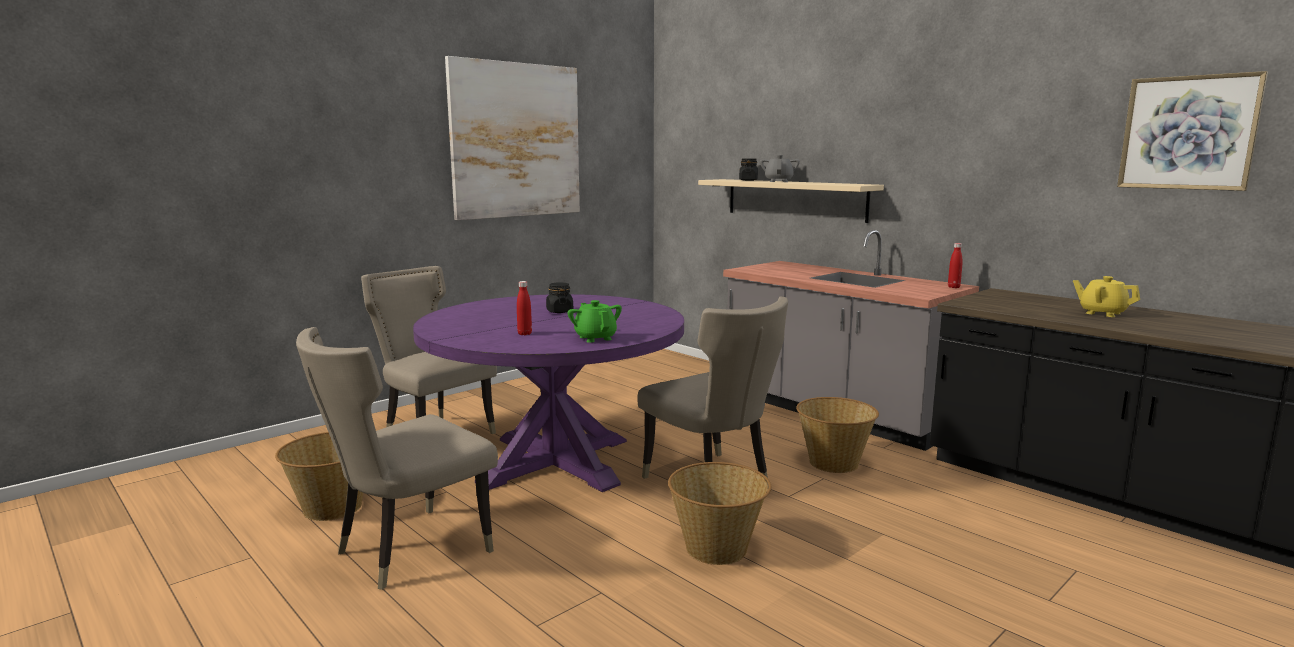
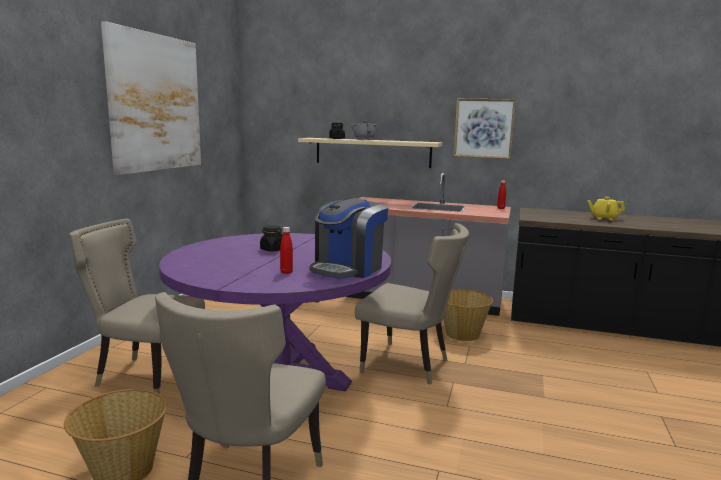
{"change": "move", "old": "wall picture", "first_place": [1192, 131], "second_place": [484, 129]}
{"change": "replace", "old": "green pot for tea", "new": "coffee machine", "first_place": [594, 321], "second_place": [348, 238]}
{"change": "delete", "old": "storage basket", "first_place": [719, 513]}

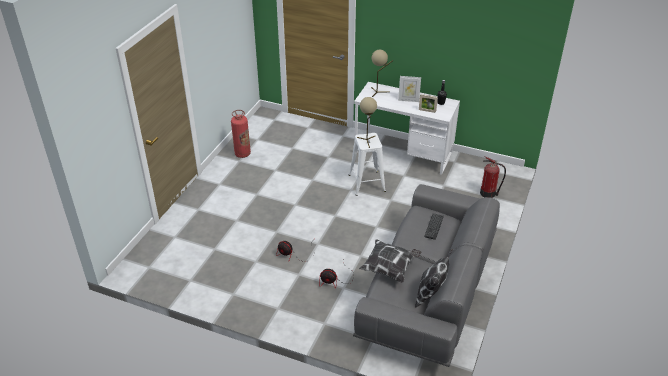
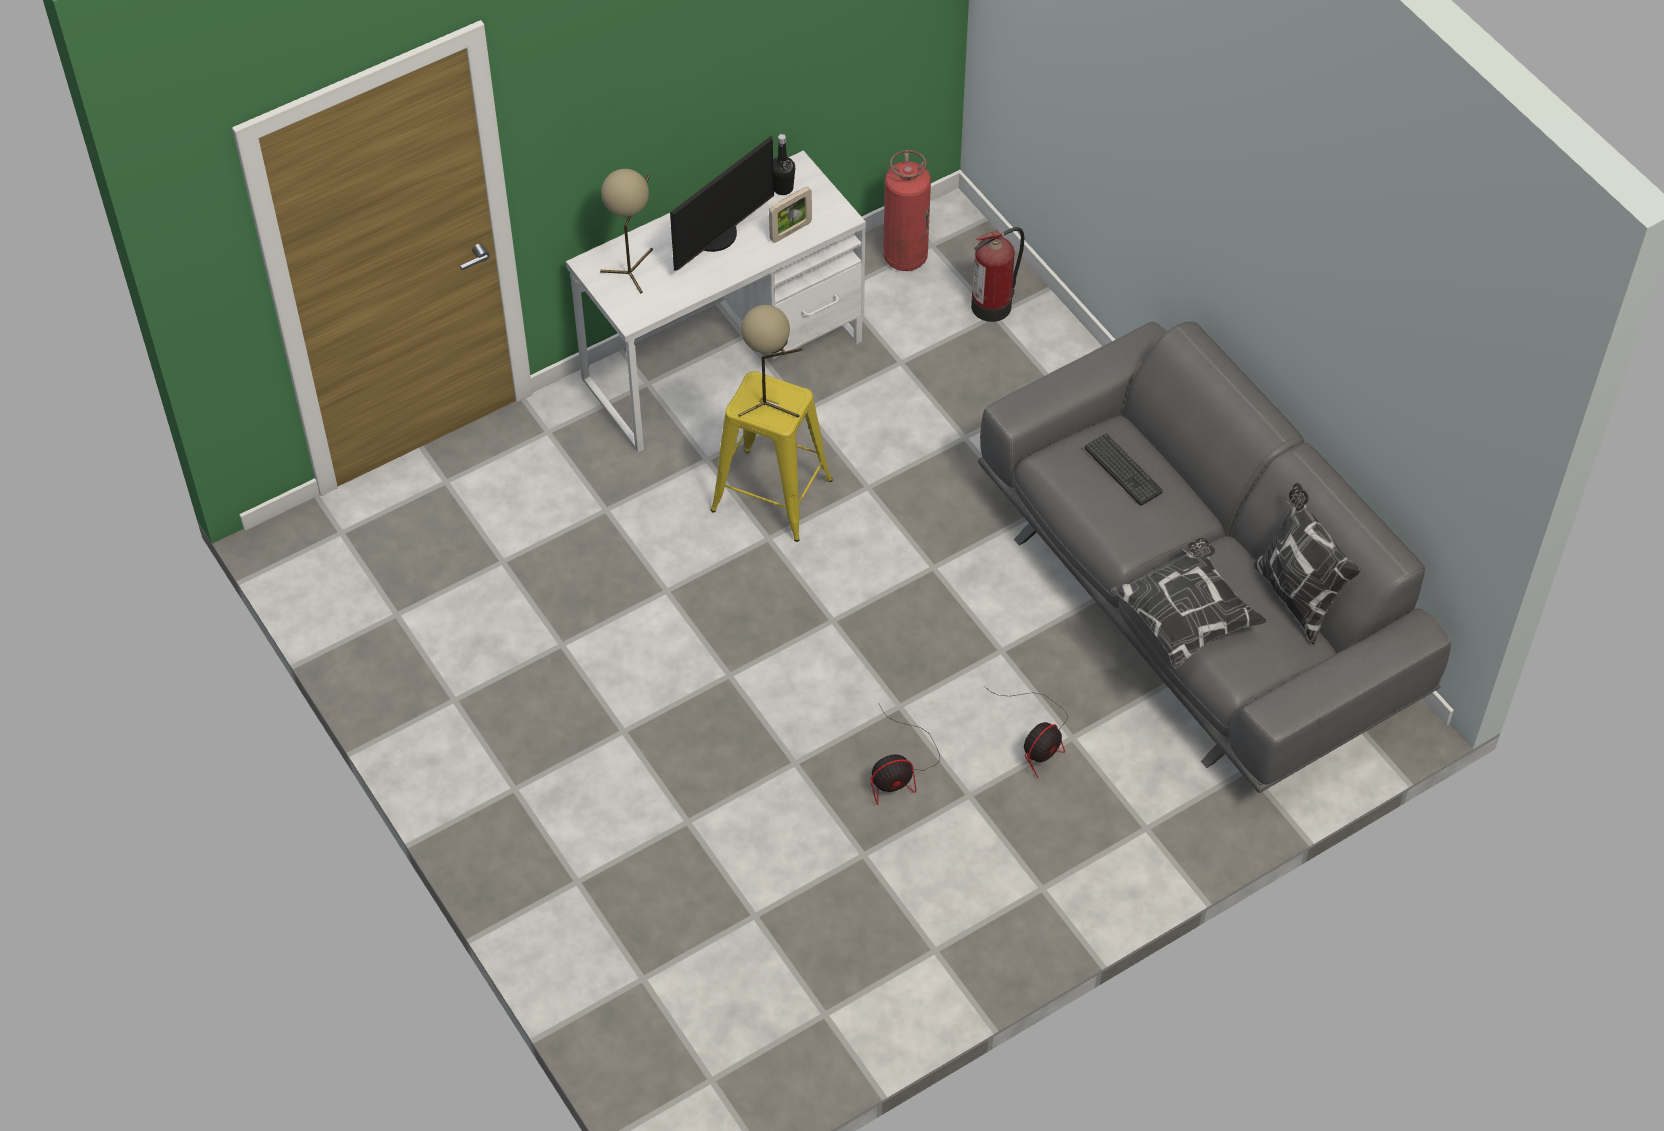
{"change": "replace", "old": "standing frame", "new": "computer screen", "first_place": [409, 89], "second_place": [722, 202]}
{"change": "move", "old": "fire-fighting cylinder", "first_place": [241, 134], "second_place": [907, 210]}
{"change": "recolor", "old": "white sitting stool", "new": "yellow-coloured sitting stool", "first_place": [367, 164], "second_place": [771, 456]}

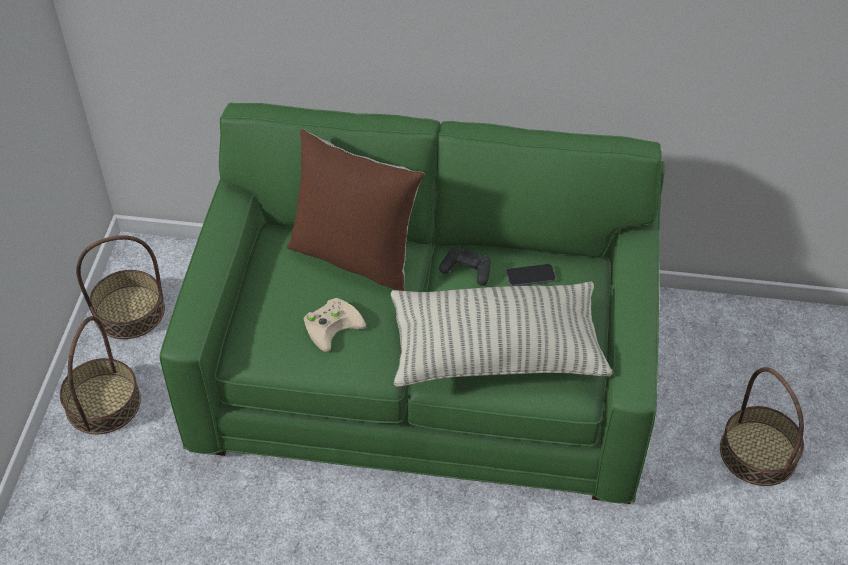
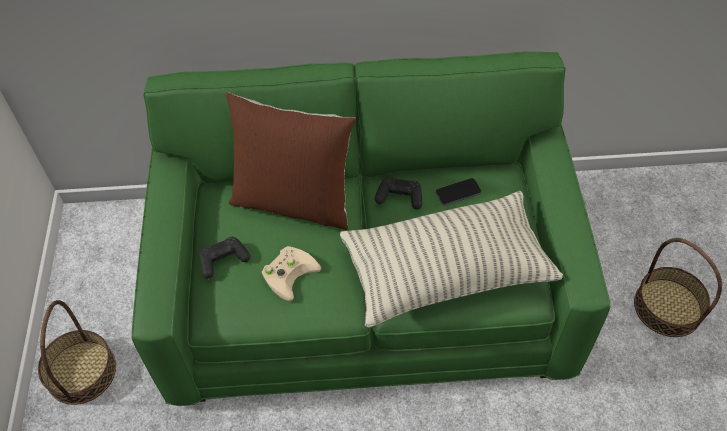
{"change": "delete", "old": "storage basket", "first_place": [120, 287]}
{"change": "insert", "new": "black gamepad", "second_place": [224, 257]}

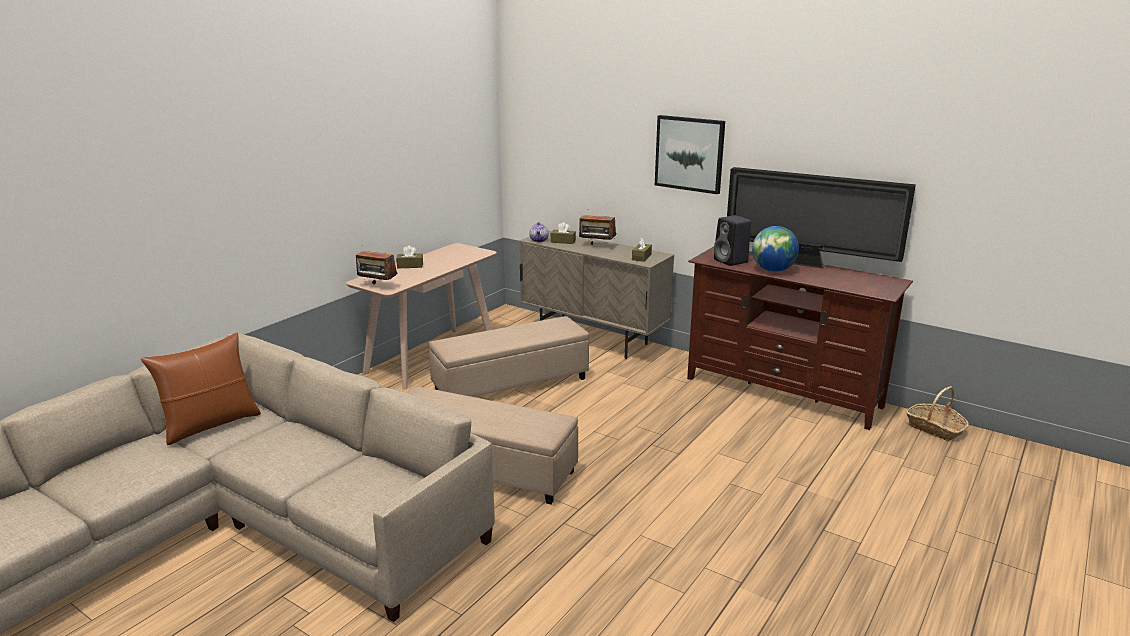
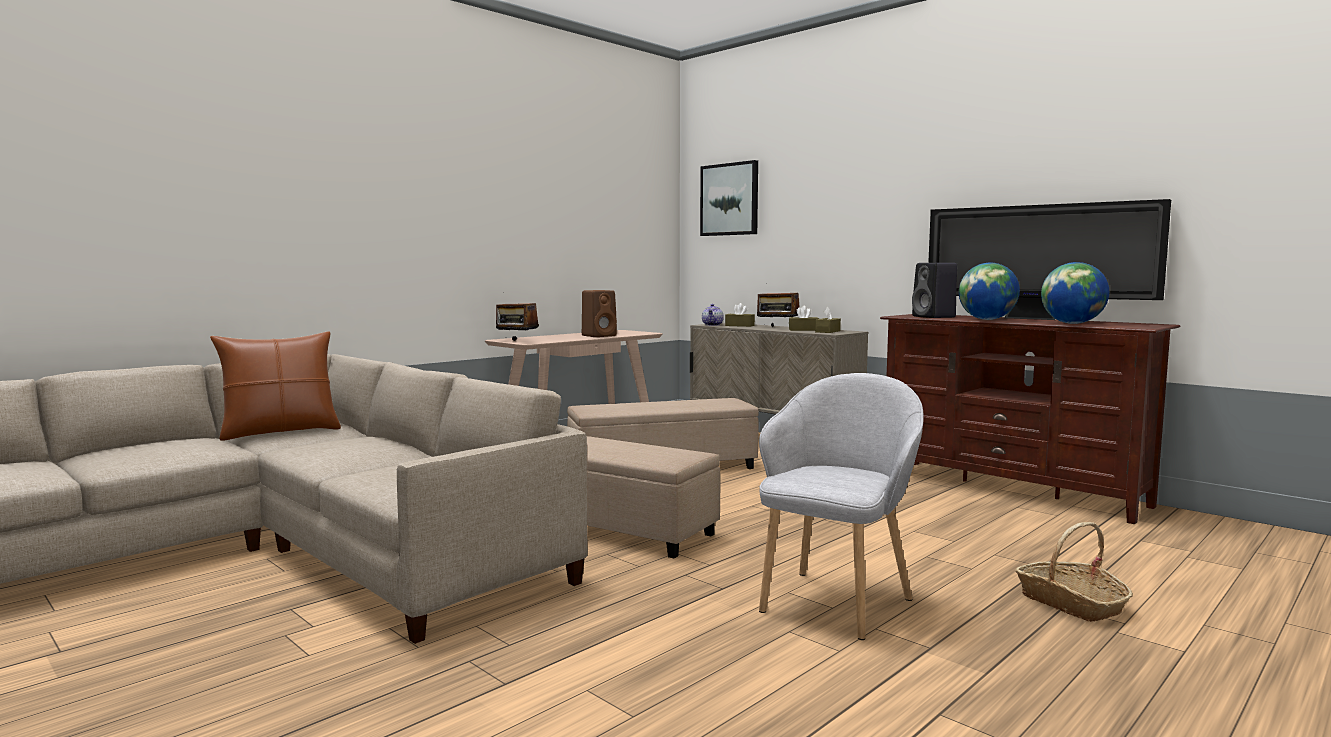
{"change": "move", "old": "wall picture", "first_place": [690, 154], "second_place": [729, 198]}
{"change": "move", "old": "brown tissue box", "first_place": [409, 256], "second_place": [804, 318]}
{"change": "move", "old": "storage basket", "first_place": [937, 413], "second_place": [1074, 572]}
{"change": "insert", "new": "desk globe", "second_place": [1075, 293]}
{"change": "insert", "new": "brown speaker", "second_place": [599, 313]}
{"change": "insert", "new": "greyish easy chair", "second_place": [841, 506]}

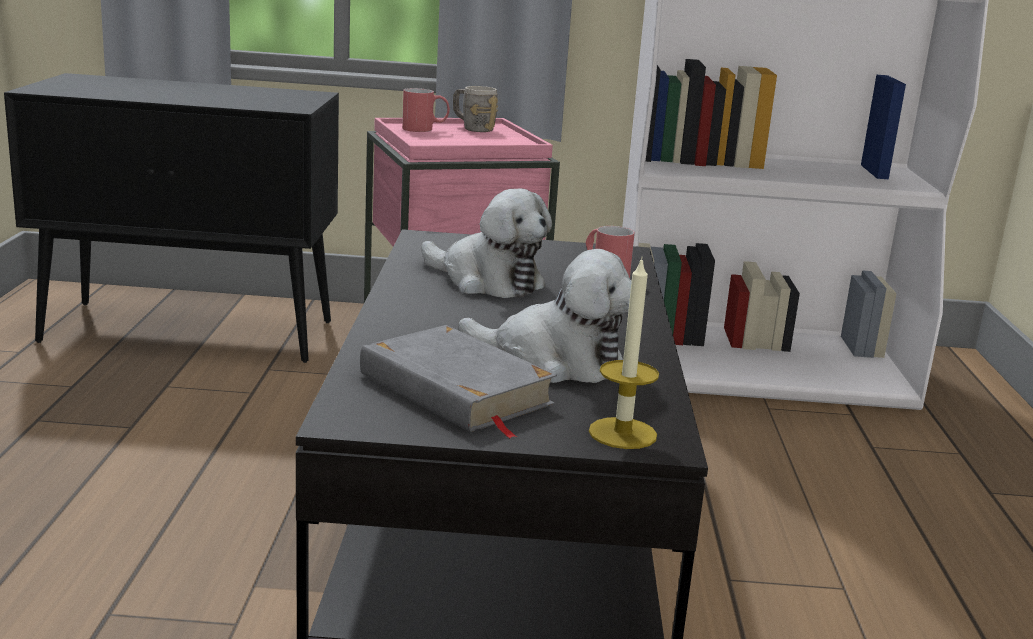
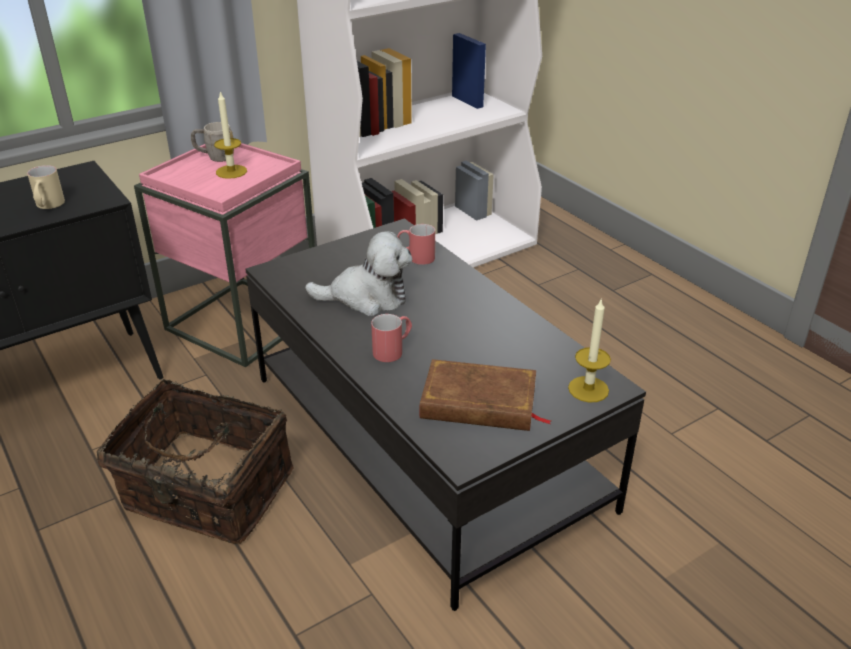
{"change": "move", "old": "reddish tea mug", "first_place": [426, 110], "second_place": [391, 338]}
{"change": "delete", "old": "plush toy", "first_place": [545, 316]}
{"change": "recolor", "old": "greyish volume", "new": "brown volume", "first_place": [458, 382], "second_place": [485, 395]}
{"change": "insert", "new": "wax light", "second_place": [230, 135]}
{"change": "insert", "new": "beige-coloured tea mug", "second_place": [46, 187]}
{"change": "insert", "new": "storage basket", "second_place": [195, 461]}

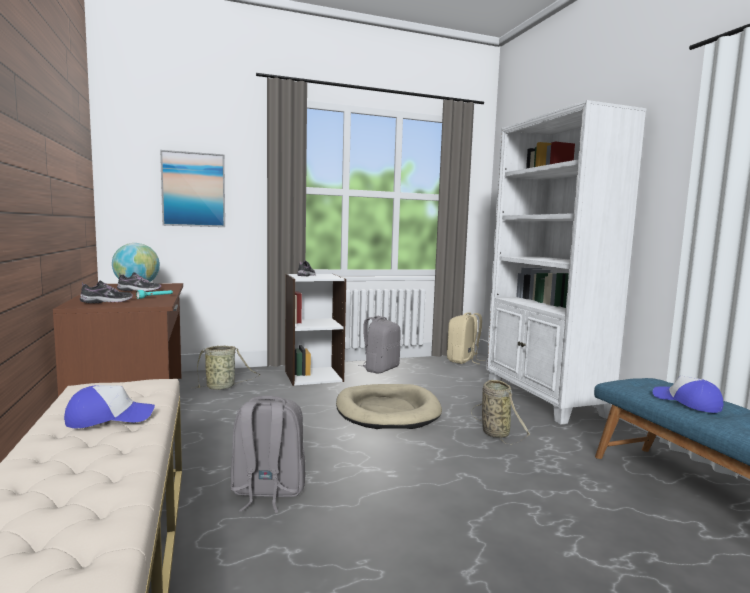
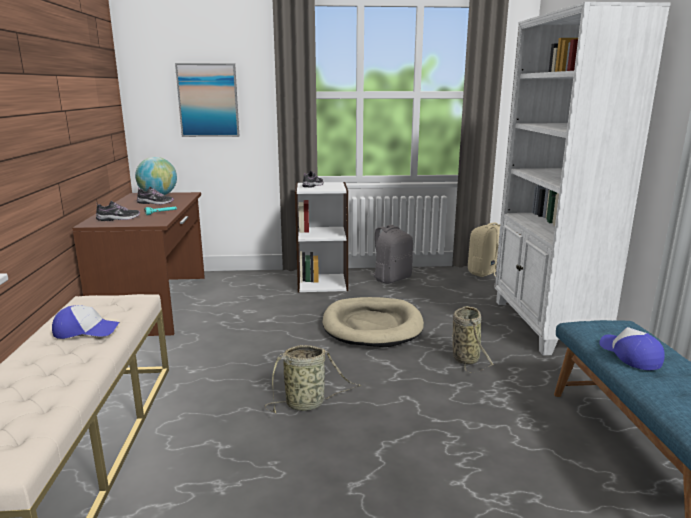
{"change": "move", "old": "storage basket", "first_place": [226, 368], "second_place": [313, 379]}
{"change": "delete", "old": "greyish rucksack", "first_place": [268, 454]}

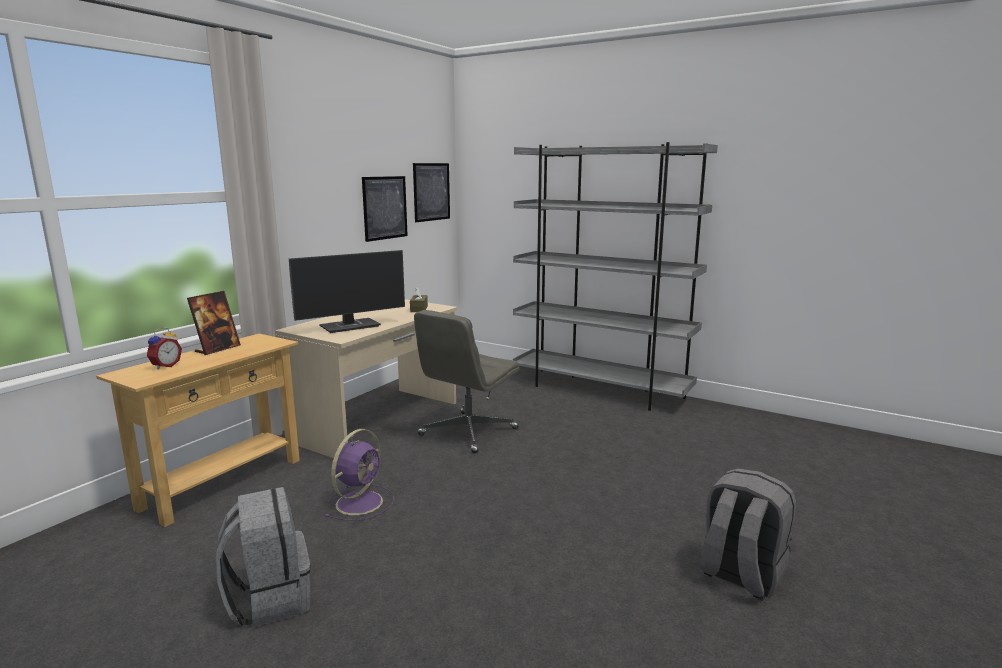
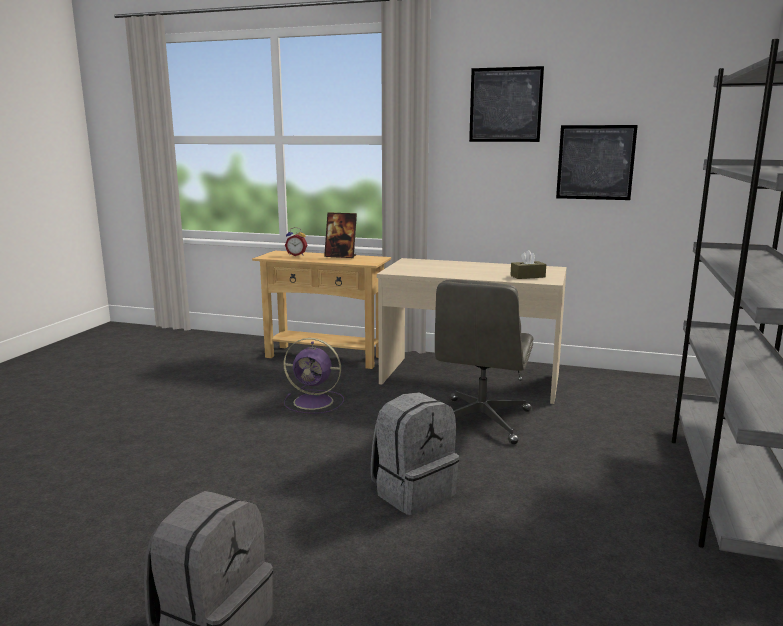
{"change": "move", "old": "wall picture", "first_place": [431, 192], "second_place": [506, 104]}
{"change": "delete", "old": "computer screen", "first_place": [347, 291]}
{"change": "rotate", "old": "greyish desk chair", "first_place": [466, 381], "second_place": [484, 362], "degrees": -90}
{"change": "move", "old": "greyish rucksack", "first_place": [263, 557], "second_place": [415, 453]}

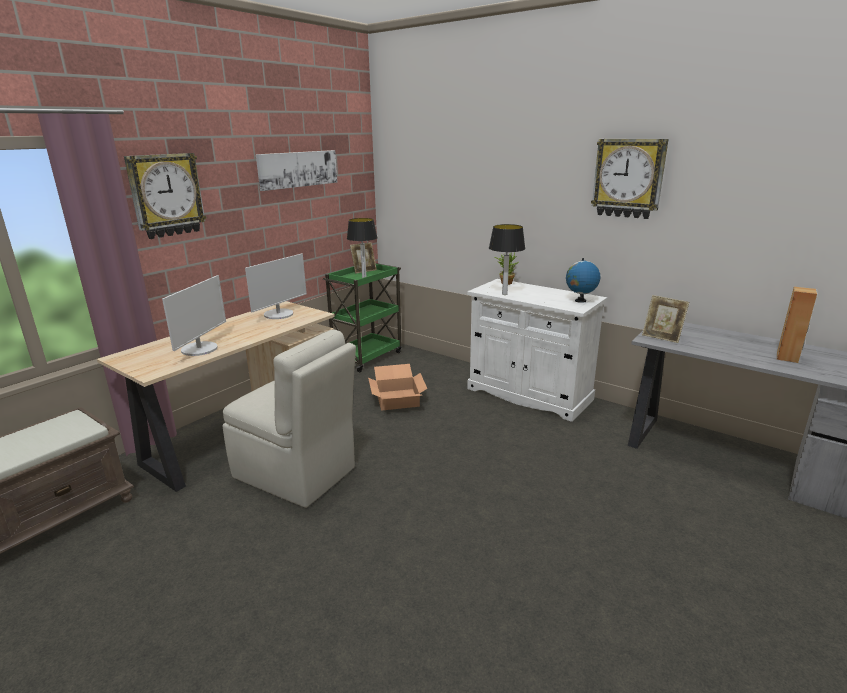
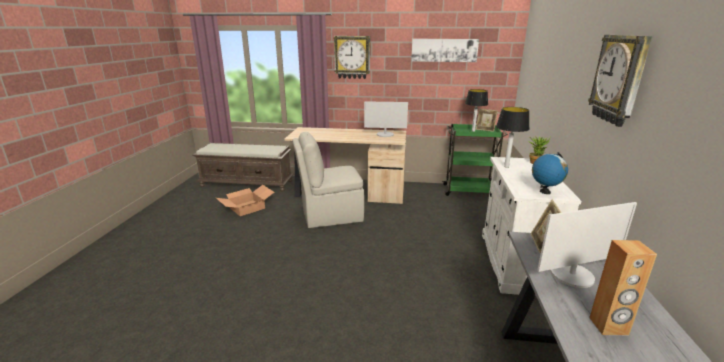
{"change": "move", "old": "computer screen", "first_place": [194, 315], "second_place": [587, 245]}
{"change": "rotate", "old": "beige-coloured plain chair", "first_place": [289, 418], "second_place": [328, 180], "degrees": 75}
{"change": "move", "old": "packing box", "first_place": [397, 387], "second_place": [245, 200]}

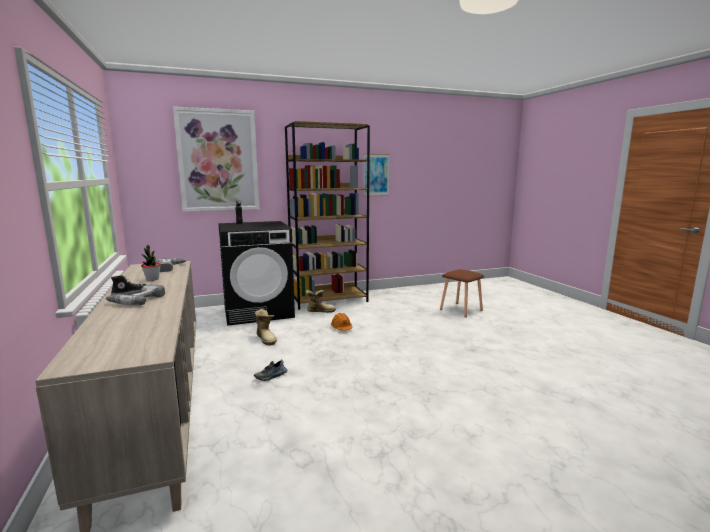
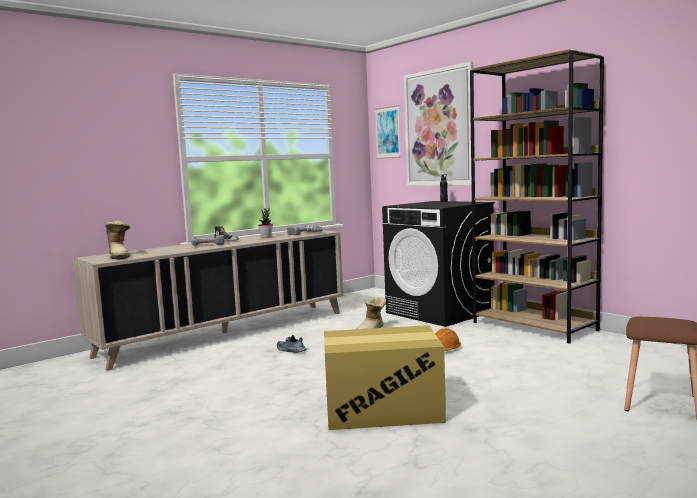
{"change": "move", "old": "wall picture", "first_place": [376, 175], "second_place": [388, 132]}
{"change": "move", "old": "boot", "first_place": [321, 301], "second_place": [117, 240]}
{"change": "insert", "new": "packing box", "second_place": [385, 377]}

